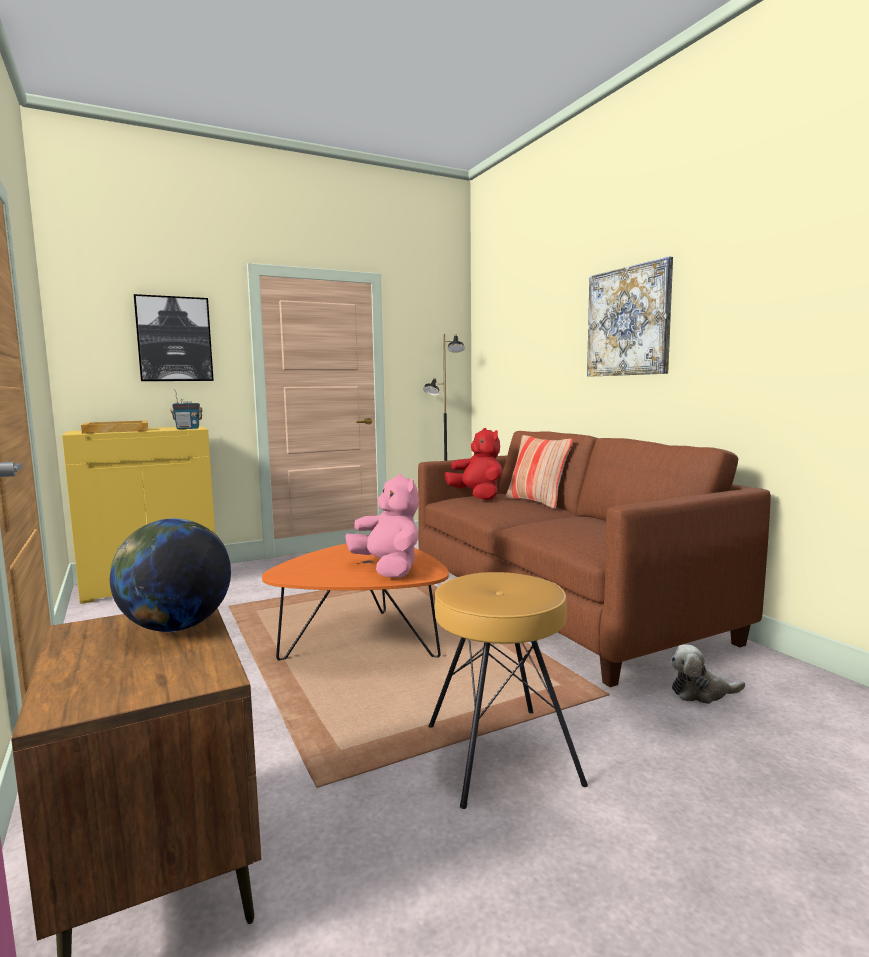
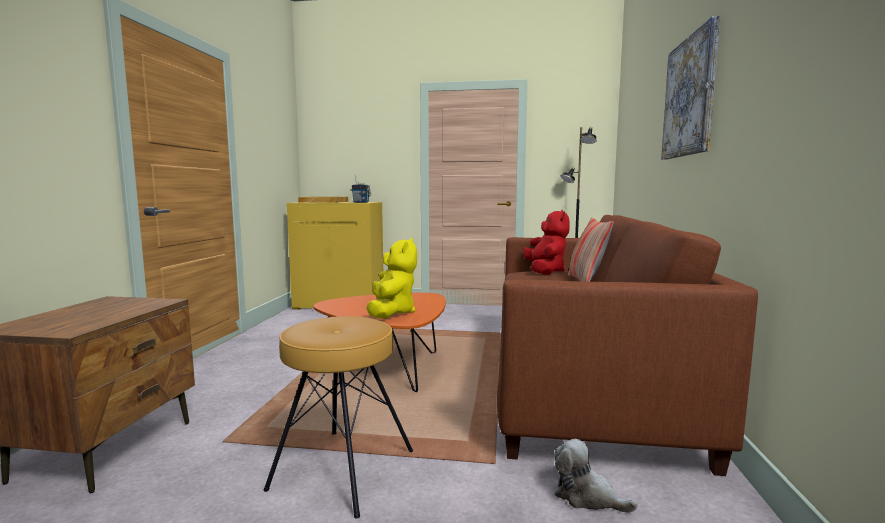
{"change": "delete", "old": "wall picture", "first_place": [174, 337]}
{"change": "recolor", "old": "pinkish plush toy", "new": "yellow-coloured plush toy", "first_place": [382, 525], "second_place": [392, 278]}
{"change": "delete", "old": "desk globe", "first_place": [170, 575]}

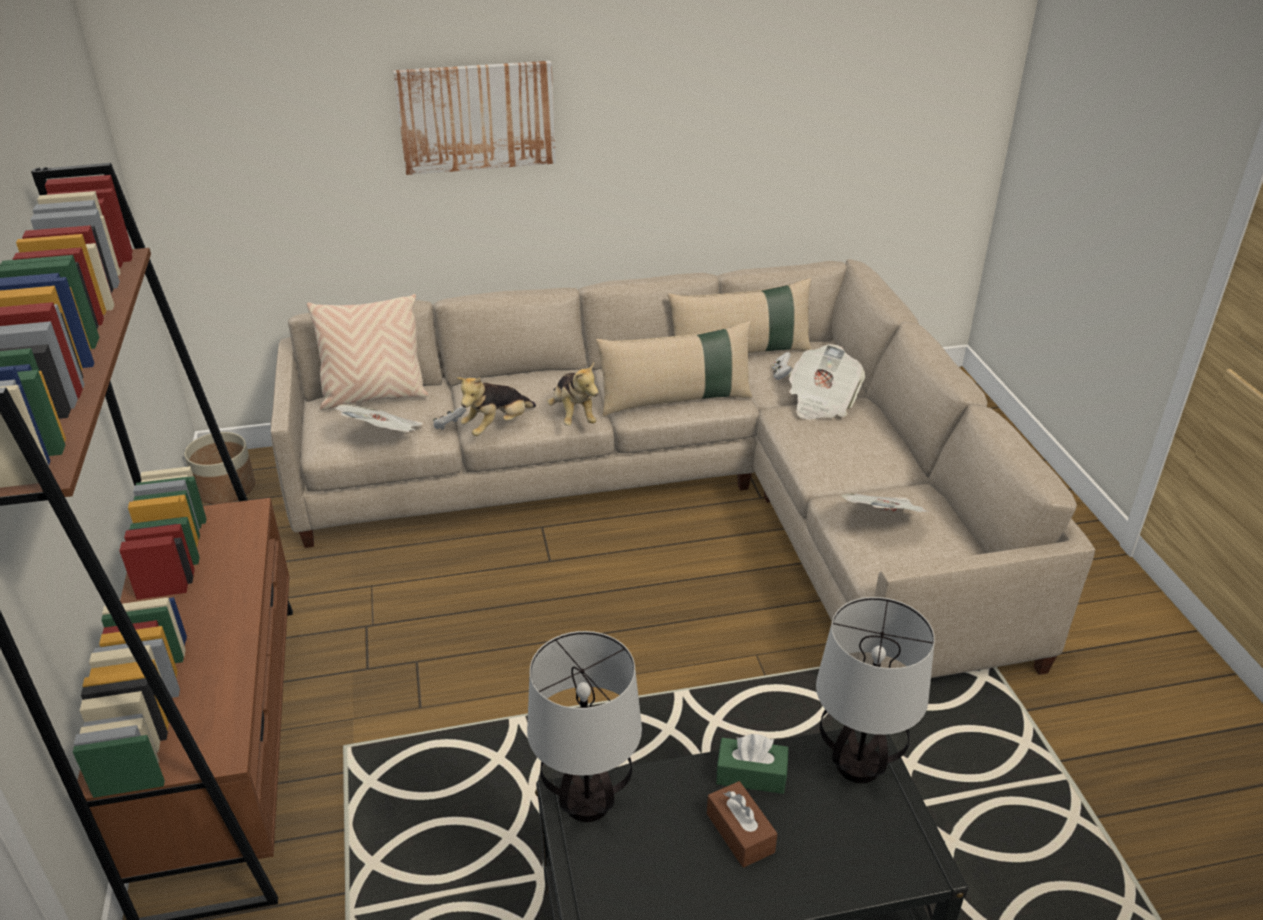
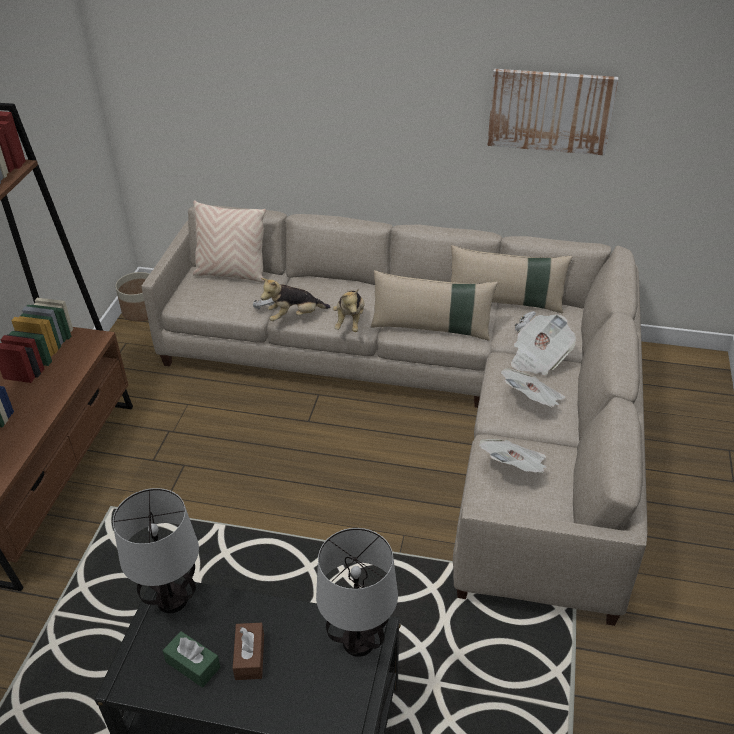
{"change": "move", "old": "wall picture", "first_place": [474, 118], "second_place": [552, 112]}
{"change": "move", "old": "newspaper", "first_place": [379, 418], "second_place": [533, 387]}
{"change": "move", "old": "green tissue box", "first_place": [752, 764], "second_place": [191, 659]}

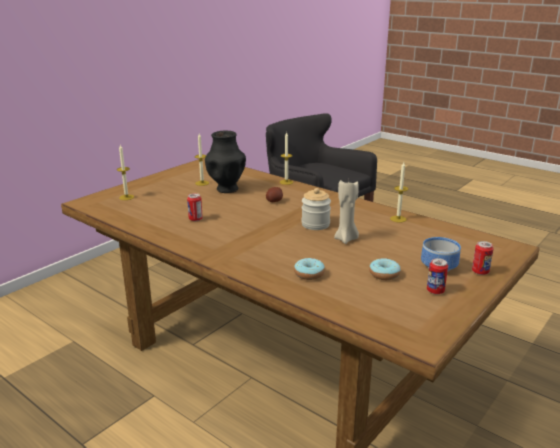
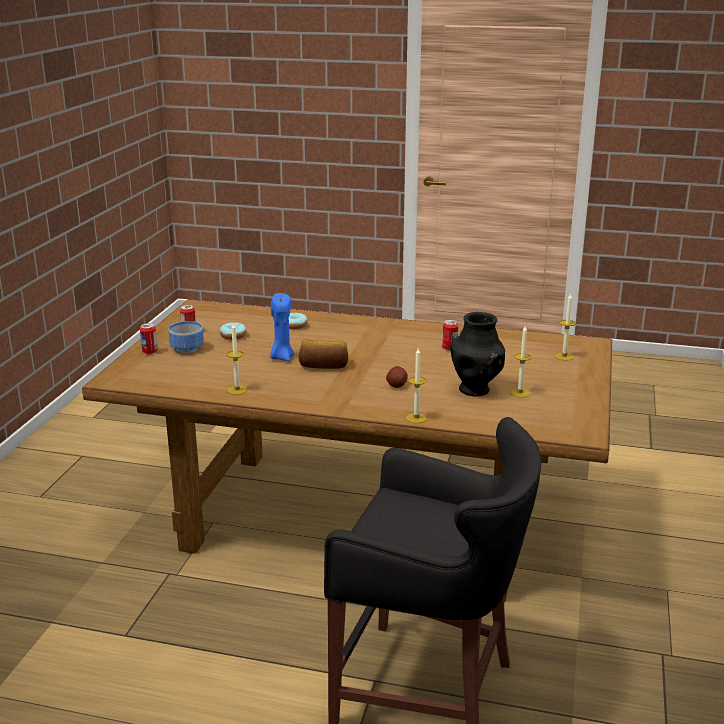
{"change": "recolor", "old": "beige-coloured wax light", "new": "bluish wax light", "first_place": [346, 212], "second_place": [282, 327]}
{"change": "replace", "old": "jar", "new": "baked bread", "first_place": [316, 209], "second_place": [323, 354]}

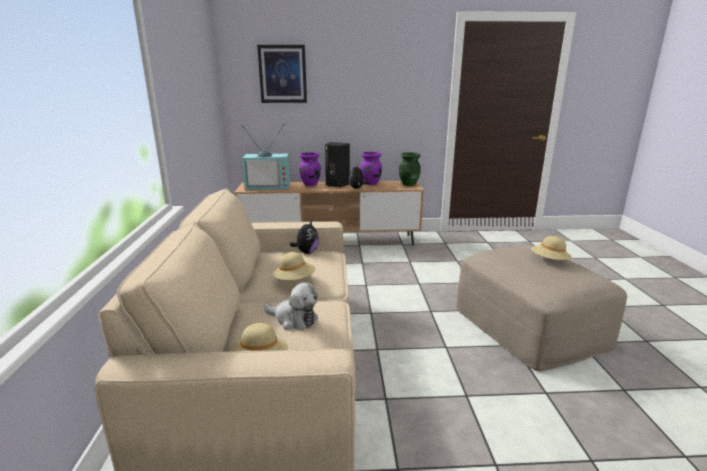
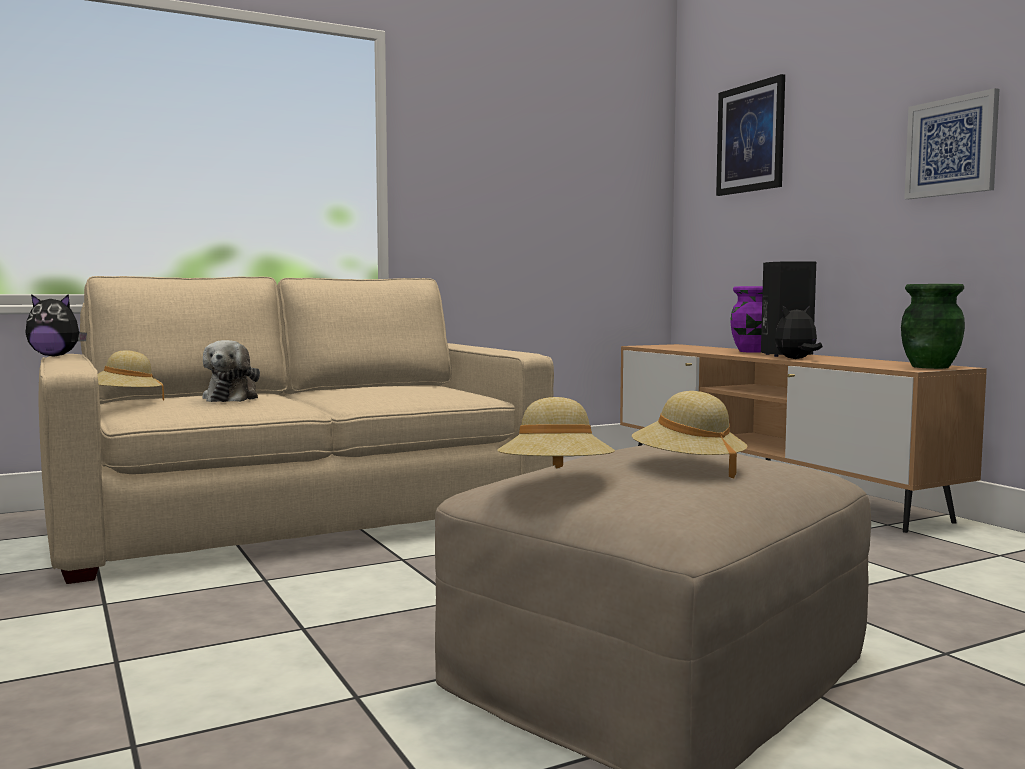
{"change": "delete", "old": "television", "first_place": [266, 156]}
{"change": "delete", "old": "purple-coloured vase", "first_place": [371, 168]}
{"change": "move", "old": "plush toy", "first_place": [304, 237], "second_place": [56, 325]}
{"change": "move", "old": "beige-coloured wearable hat", "first_place": [294, 266], "second_place": [556, 433]}
{"change": "insert", "new": "wall picture", "second_place": [951, 143]}

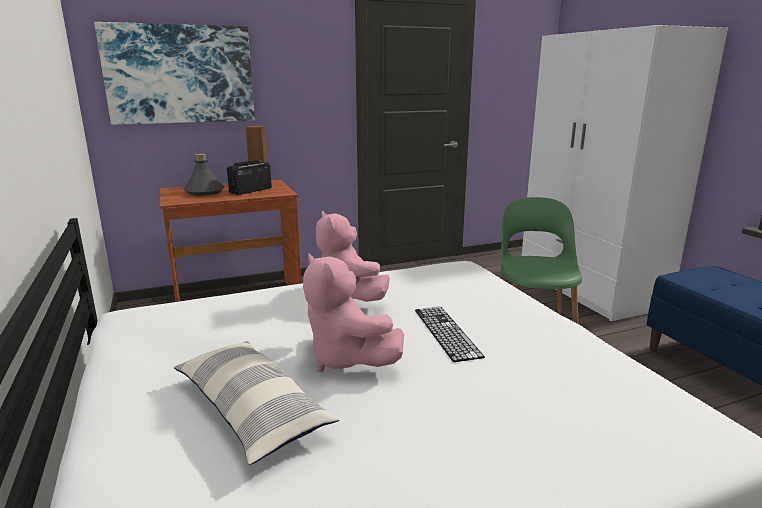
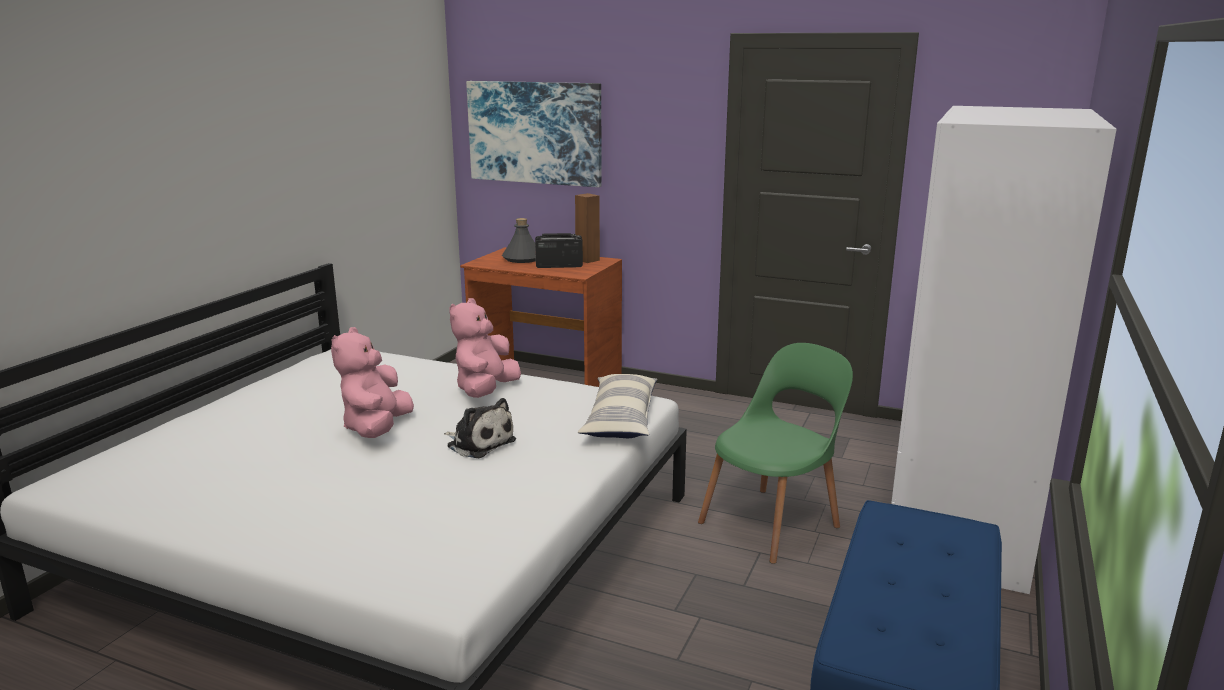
{"change": "replace", "old": "PC keyboard", "new": "plush toy", "first_place": [450, 334], "second_place": [480, 428]}
{"change": "move", "old": "pillow", "first_place": [257, 403], "second_place": [617, 406]}

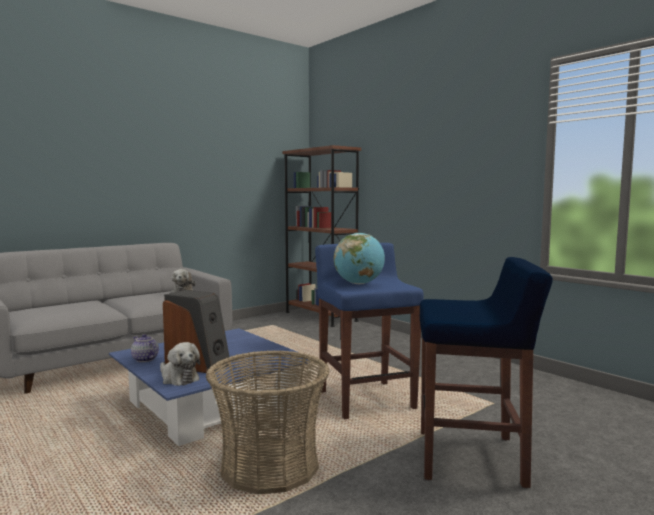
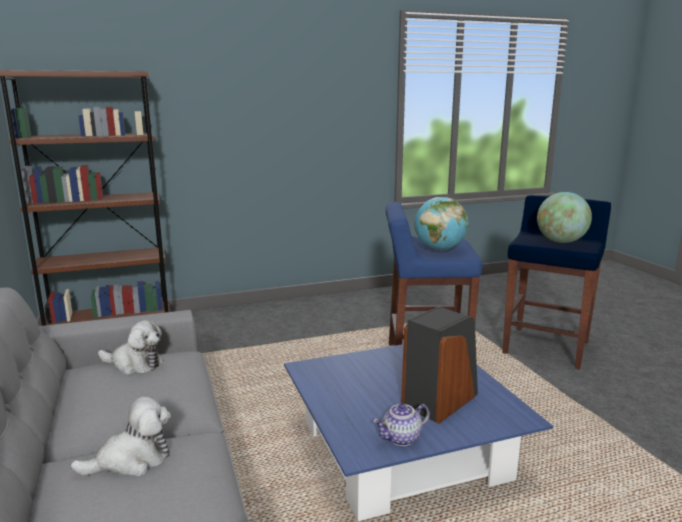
{"change": "move", "old": "plush toy", "first_place": [180, 364], "second_place": [120, 436]}
{"change": "delete", "old": "storage basket", "first_place": [268, 422]}
{"change": "insert", "new": "desk globe", "second_place": [564, 217]}

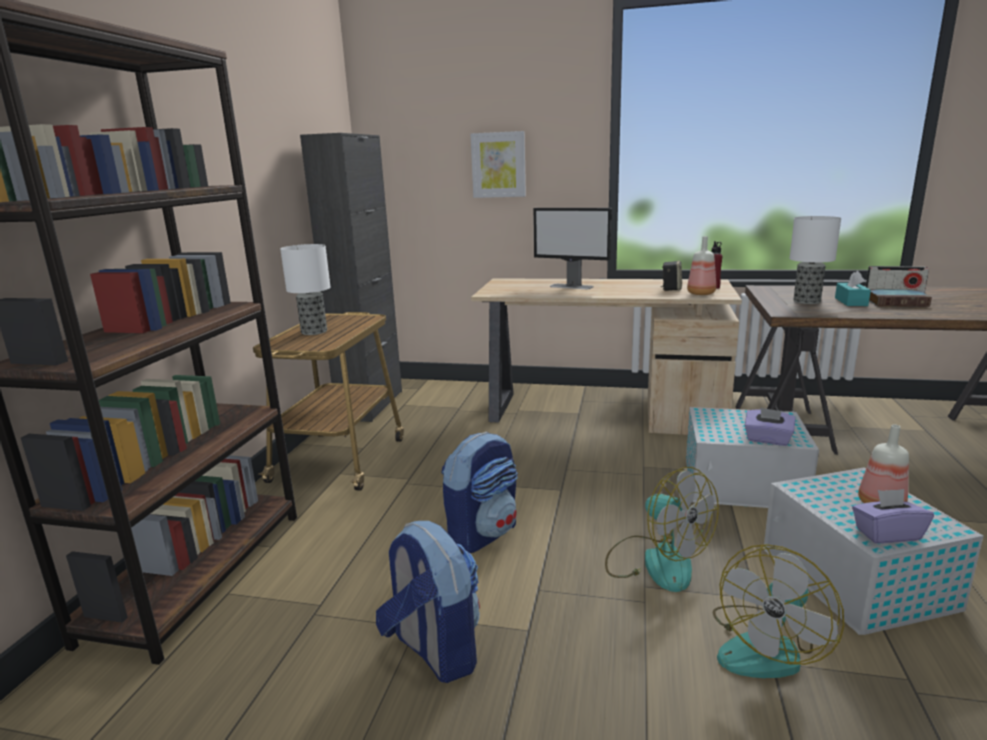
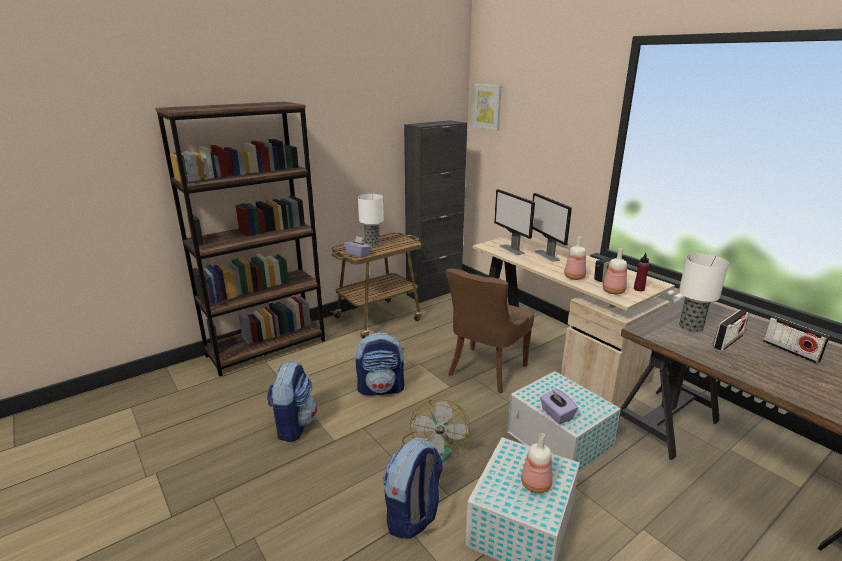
{"change": "move", "old": "wall picture", "first_place": [498, 164], "second_place": [487, 107]}
{"change": "replace", "old": "blue-green tissue box", "new": "radio set", "first_place": [853, 288], "second_place": [731, 330]}
{"change": "delete", "old": "volume", "first_place": [900, 298]}
{"change": "move", "old": "purple-coloured tissue box", "first_place": [893, 516], "second_place": [357, 247]}
{"change": "replace", "old": "cooling fan", "new": "rucksack", "first_place": [778, 611], "second_place": [413, 488]}
{"change": "insert", "new": "computer screen", "second_place": [514, 222]}
{"change": "insert", "new": "drink bottle", "second_place": [575, 258]}
{"change": "insert", "new": "brown plain chair", "second_place": [490, 331]}

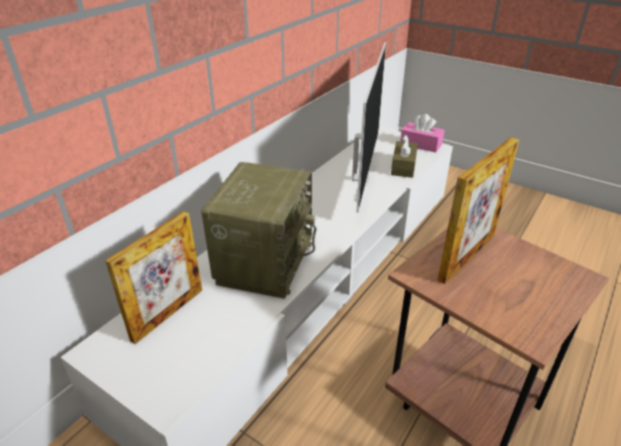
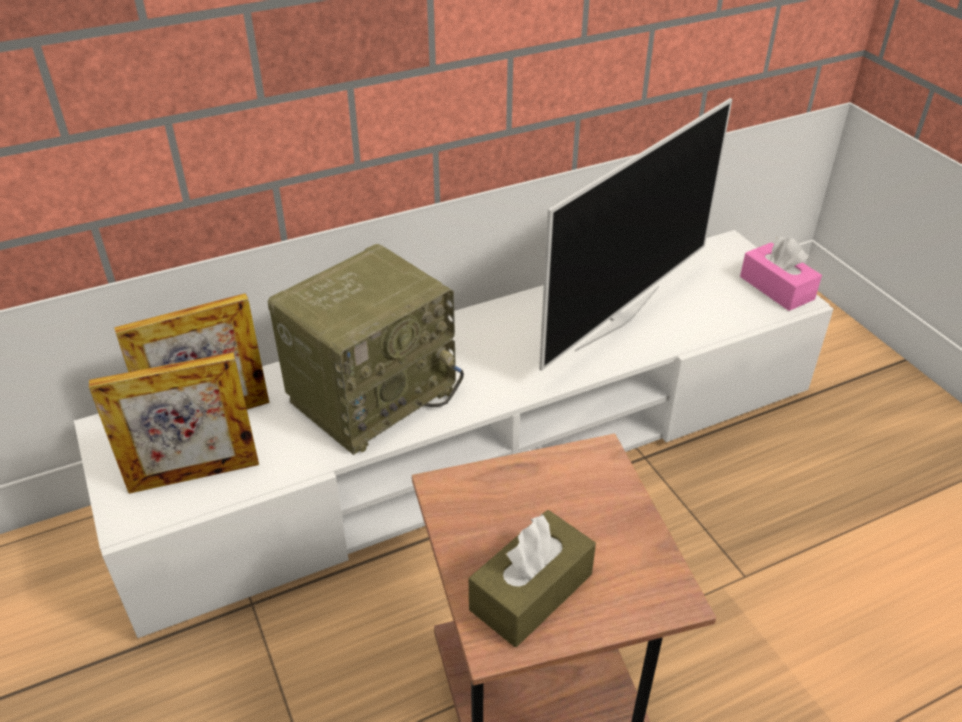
{"change": "move", "old": "brown tissue box", "first_place": [404, 156], "second_place": [532, 578]}
{"change": "move", "old": "standing frame", "first_place": [479, 210], "second_place": [174, 423]}

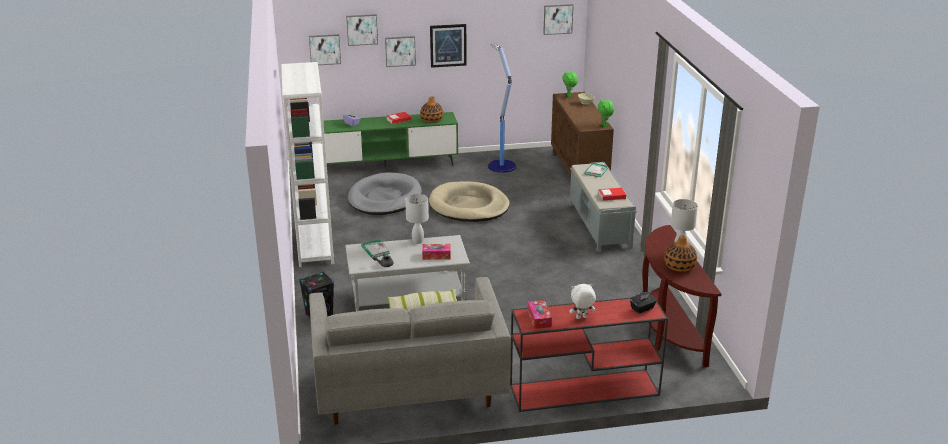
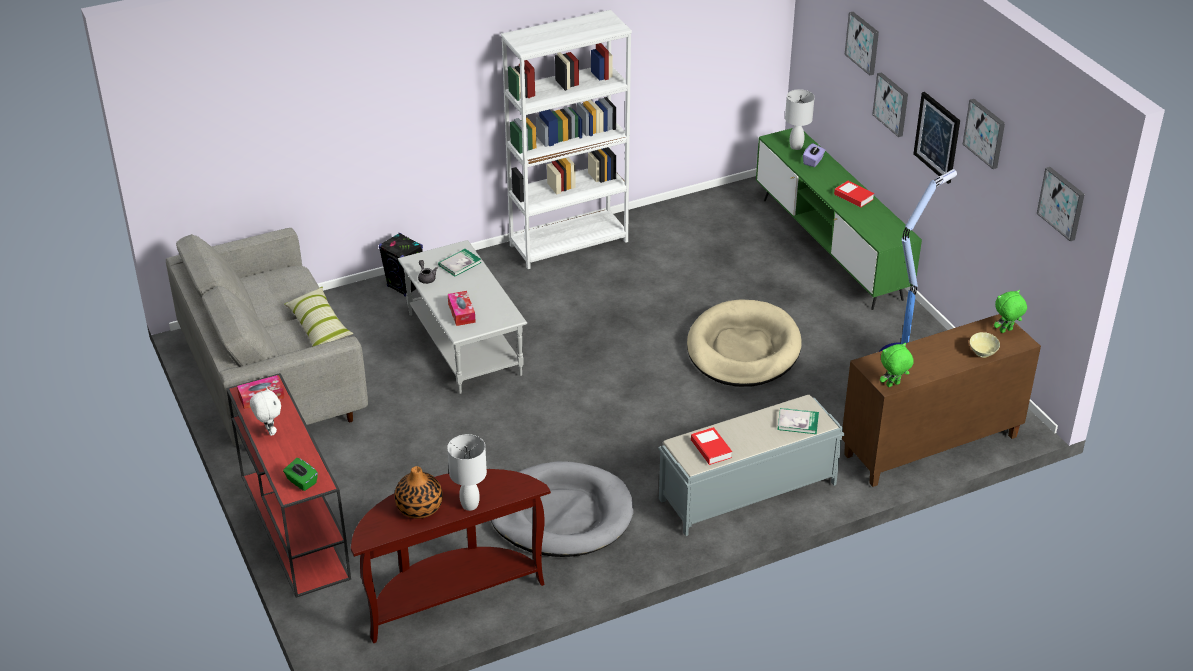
{"change": "move", "old": "wall picture", "first_place": [325, 49], "second_place": [984, 134]}
{"change": "delete", "old": "vase", "first_place": [431, 109]}
{"change": "move", "old": "greyish dog bed", "first_place": [385, 193], "second_place": [562, 509]}
{"change": "move", "old": "white table lamp", "first_place": [417, 219], "second_place": [800, 119]}
{"change": "recolor", "old": "black tissue box", "new": "green tissue box", "first_place": [643, 302], "second_place": [300, 474]}

